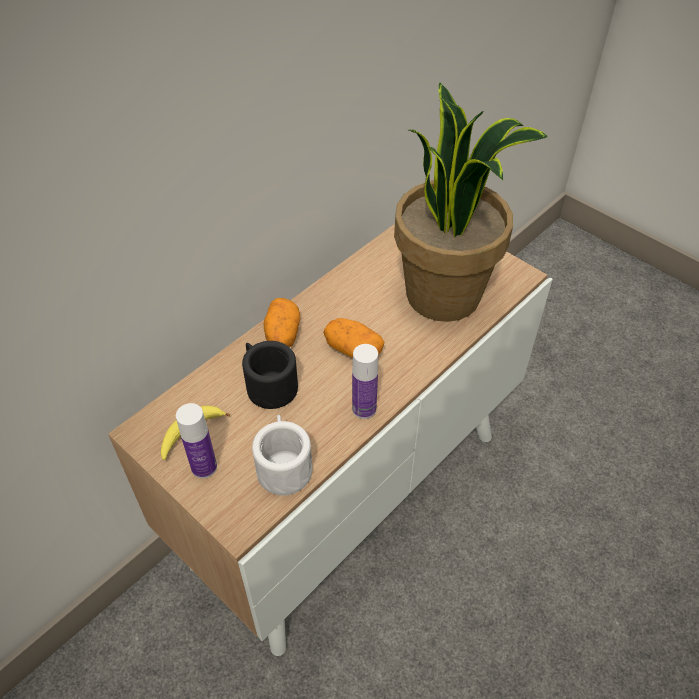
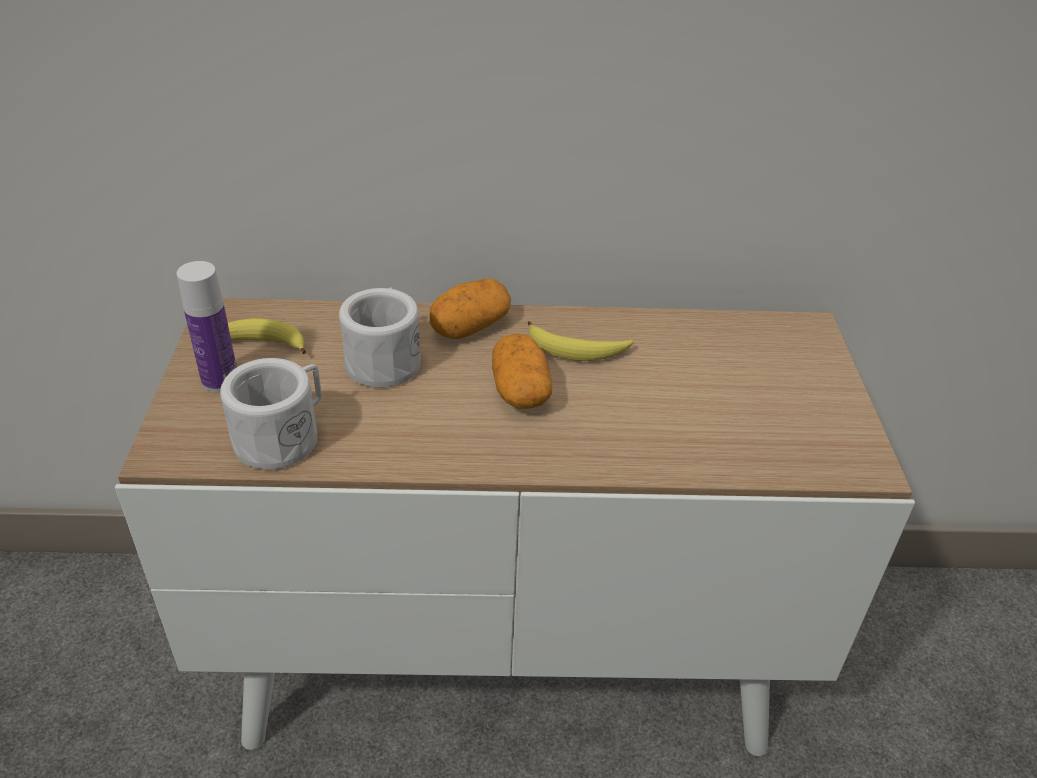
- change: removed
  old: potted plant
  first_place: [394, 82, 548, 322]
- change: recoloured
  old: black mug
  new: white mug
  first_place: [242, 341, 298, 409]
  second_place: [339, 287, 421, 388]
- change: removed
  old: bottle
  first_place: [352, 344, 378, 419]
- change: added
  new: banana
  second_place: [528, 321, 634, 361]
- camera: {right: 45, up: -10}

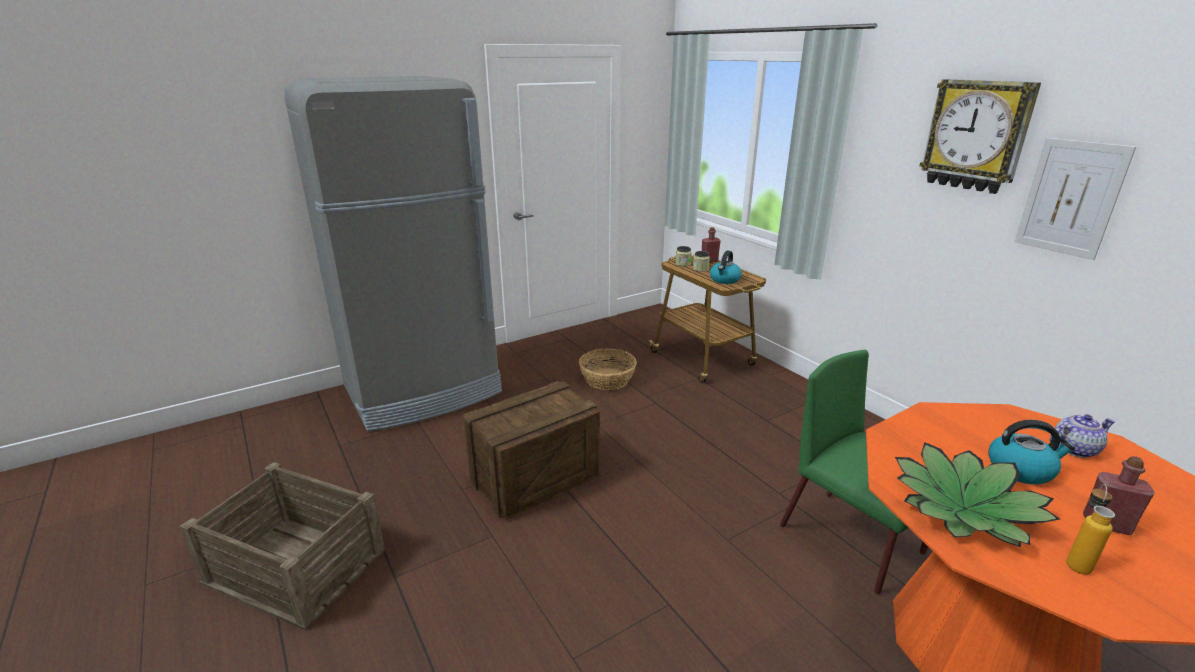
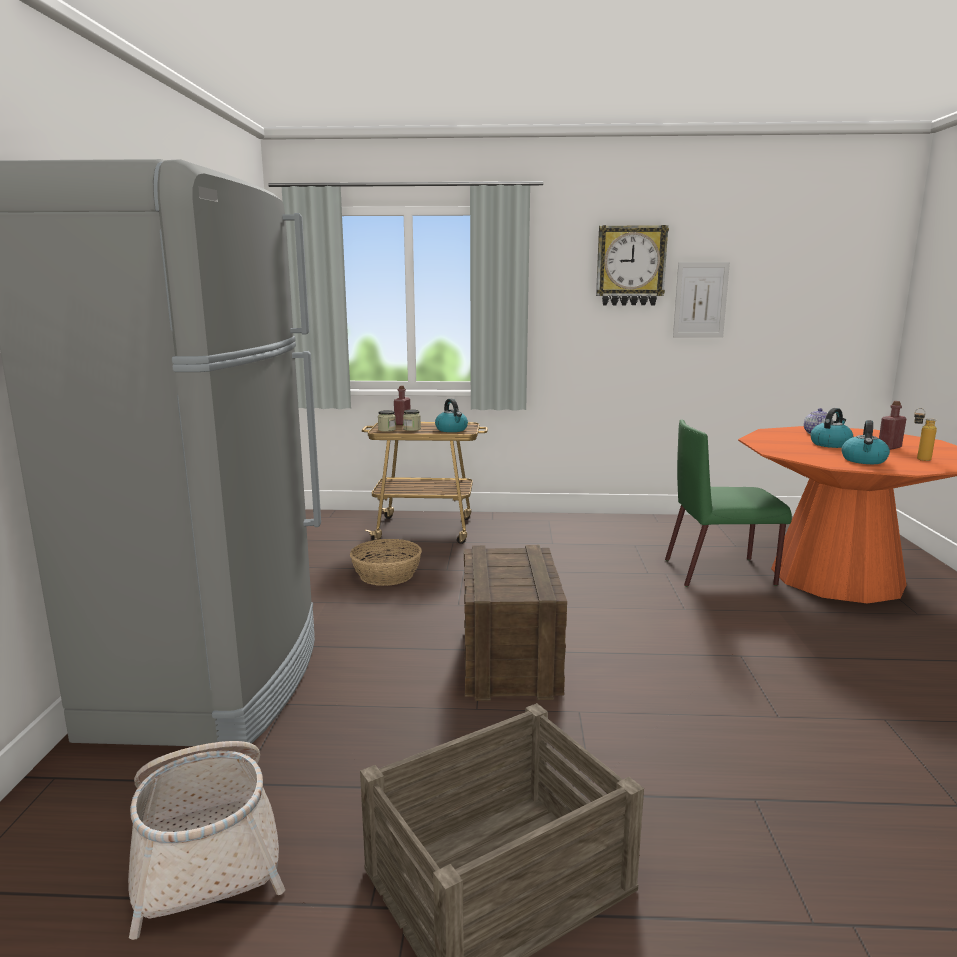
- change: replaced
  old: potted plant
  new: kettle
  first_place: [895, 442, 1060, 547]
  second_place: [841, 420, 890, 464]
- change: added
  new: basket
  second_place: [128, 741, 285, 940]
- camera: {right: -55, up: -10}

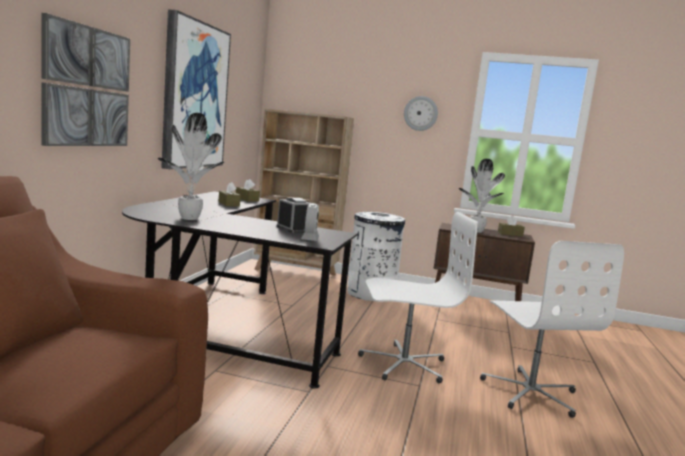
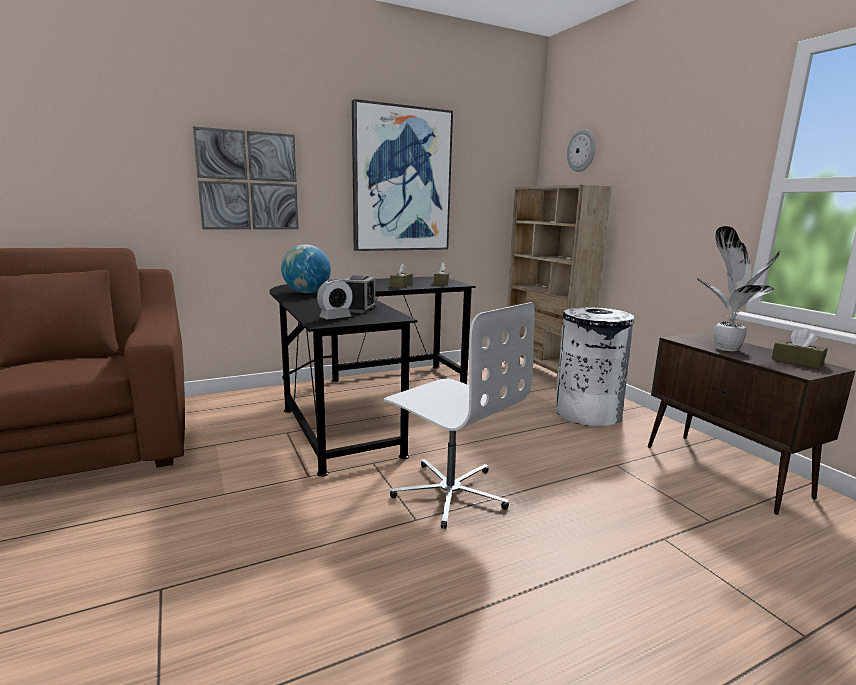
- change: moved
  old: wall clock
  first_place: [404, 96, 438, 131]
  second_place: [567, 129, 596, 172]
- change: replaced
  old: potted plant
  new: globe
  first_place: [158, 113, 224, 220]
  second_place: [281, 244, 331, 293]
- change: removed
  old: white office chair
  first_place: [480, 241, 624, 418]
- camera: {right: 50, up: 5}

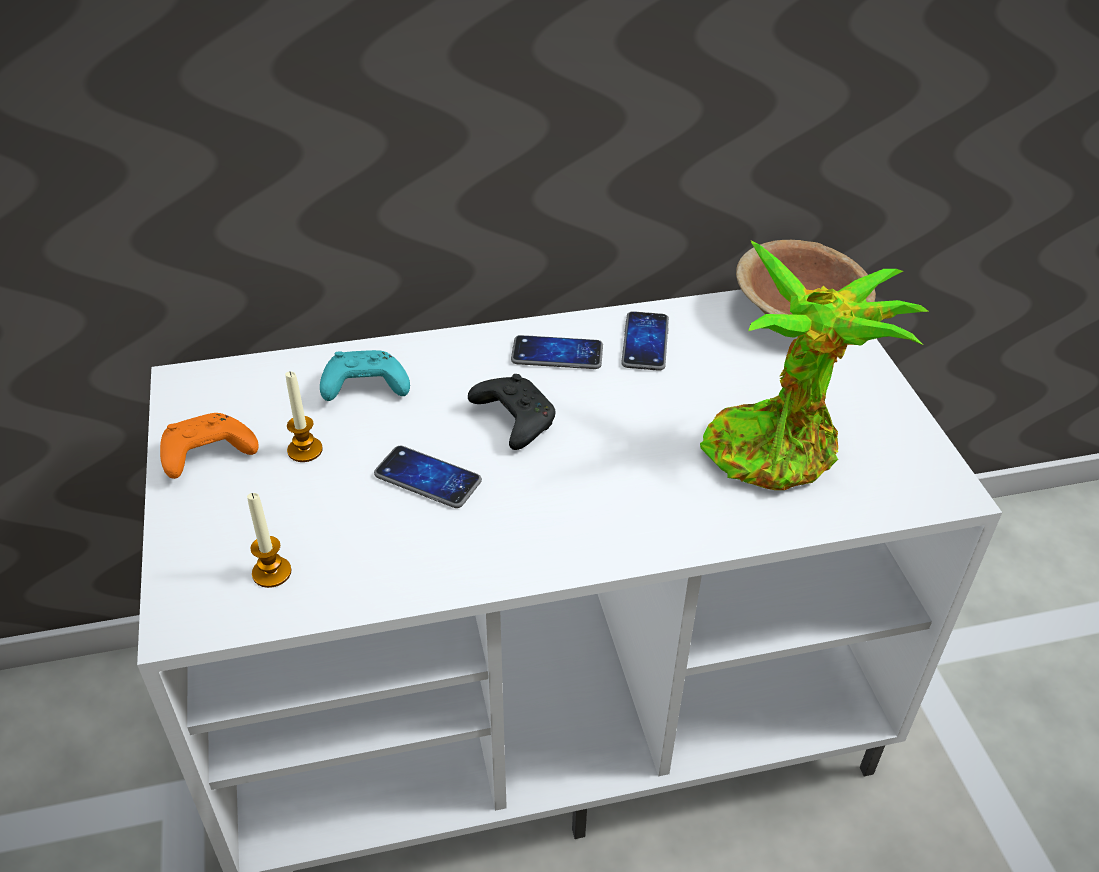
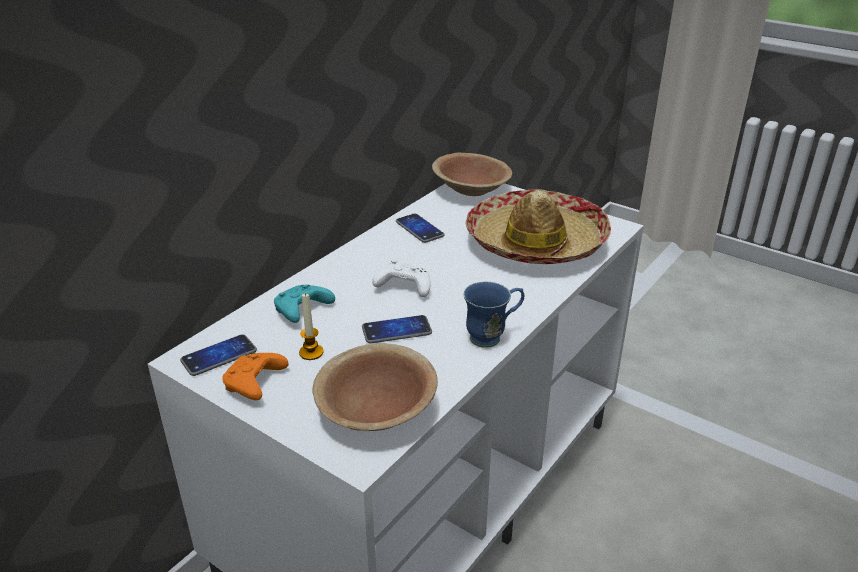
- change: replaced
  old: potted plant
  new: hat
  first_place: [700, 240, 929, 490]
  second_place: [466, 189, 611, 264]
- change: moved
  old: phone
  first_place: [511, 335, 603, 369]
  second_place: [180, 334, 257, 376]
- change: recoloured
  old: black game controller
  new: white game controller
  first_place: [468, 374, 555, 450]
  second_place: [372, 260, 431, 297]
- change: replaced
  old: candle
  new: brown bowl
  first_place: [247, 493, 292, 588]
  second_place: [313, 343, 438, 431]
- change: added
  new: blue mug
  second_place: [463, 281, 524, 348]
- camera: {right: -40, up: -10}

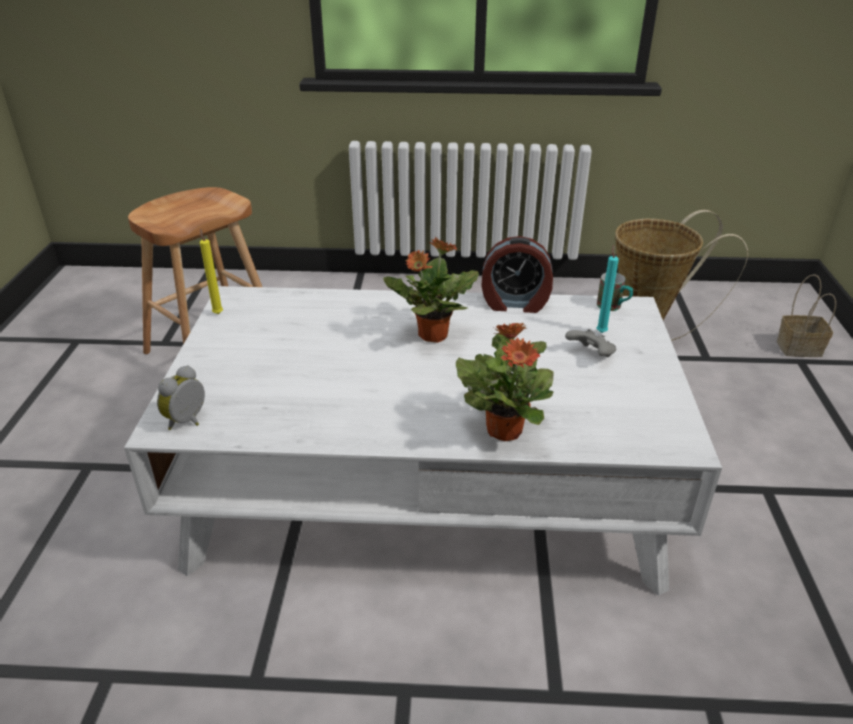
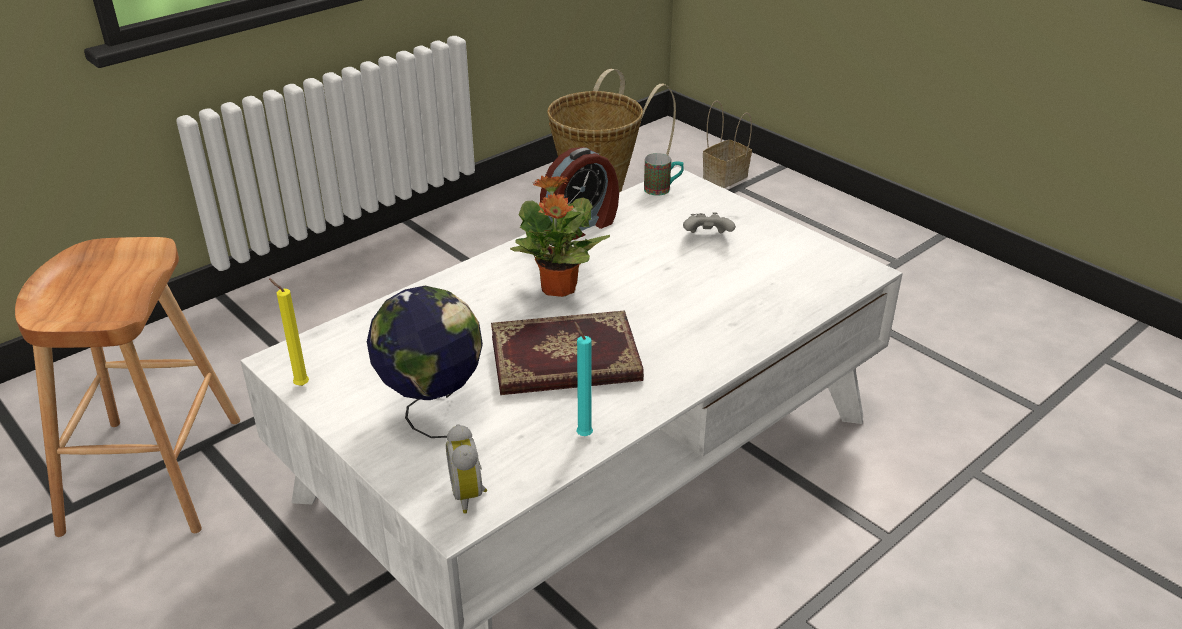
- change: moved
  old: turquoise candle
  first_place: [597, 245, 619, 333]
  second_place: [574, 321, 593, 436]
- change: removed
  old: potted plant
  first_place: [456, 323, 554, 441]
- change: added
  new: globe
  second_place: [367, 286, 483, 438]
- change: added
  new: book
  second_place: [491, 310, 644, 395]
- camera: {right: -45, up: 0}

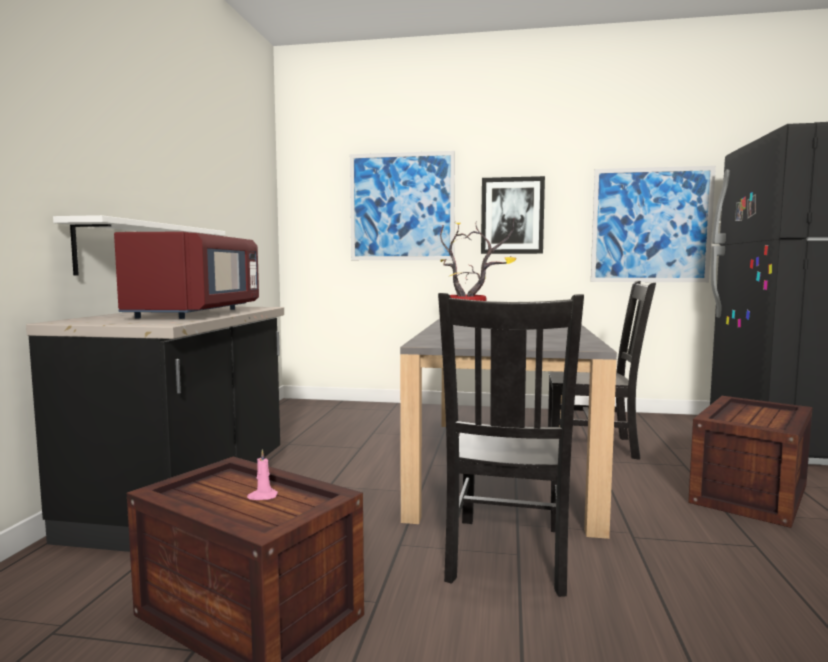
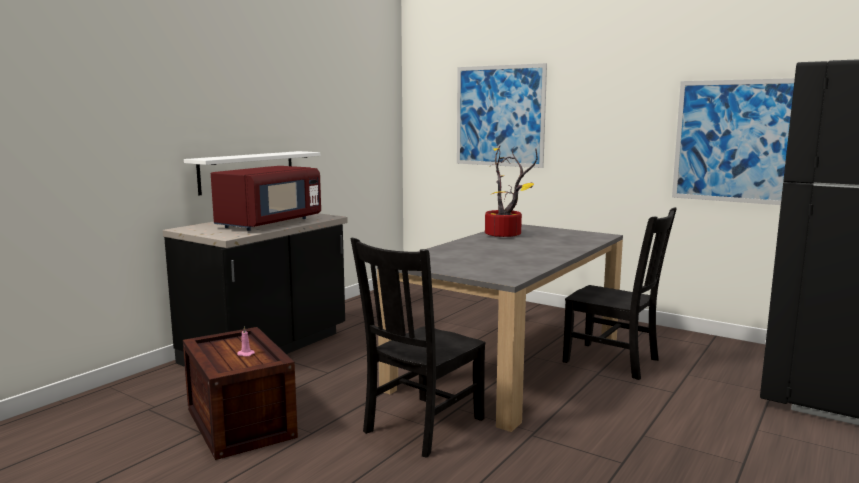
- change: removed
  old: picture
  first_place: [481, 176, 545, 254]
- change: removed
  old: crate
  first_place: [688, 396, 813, 528]
- camera: {right: 25, up: 5}

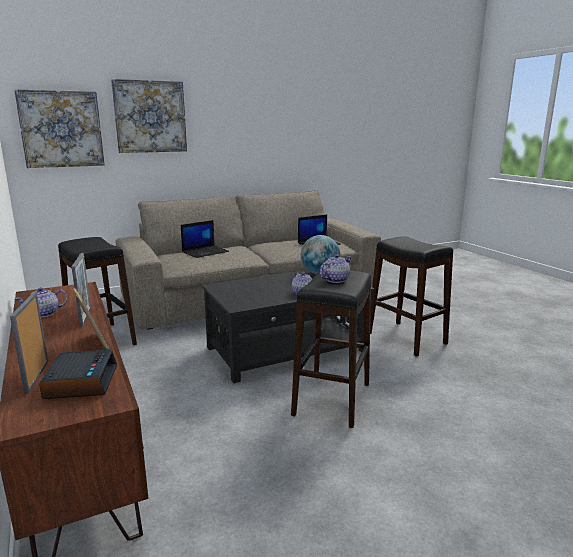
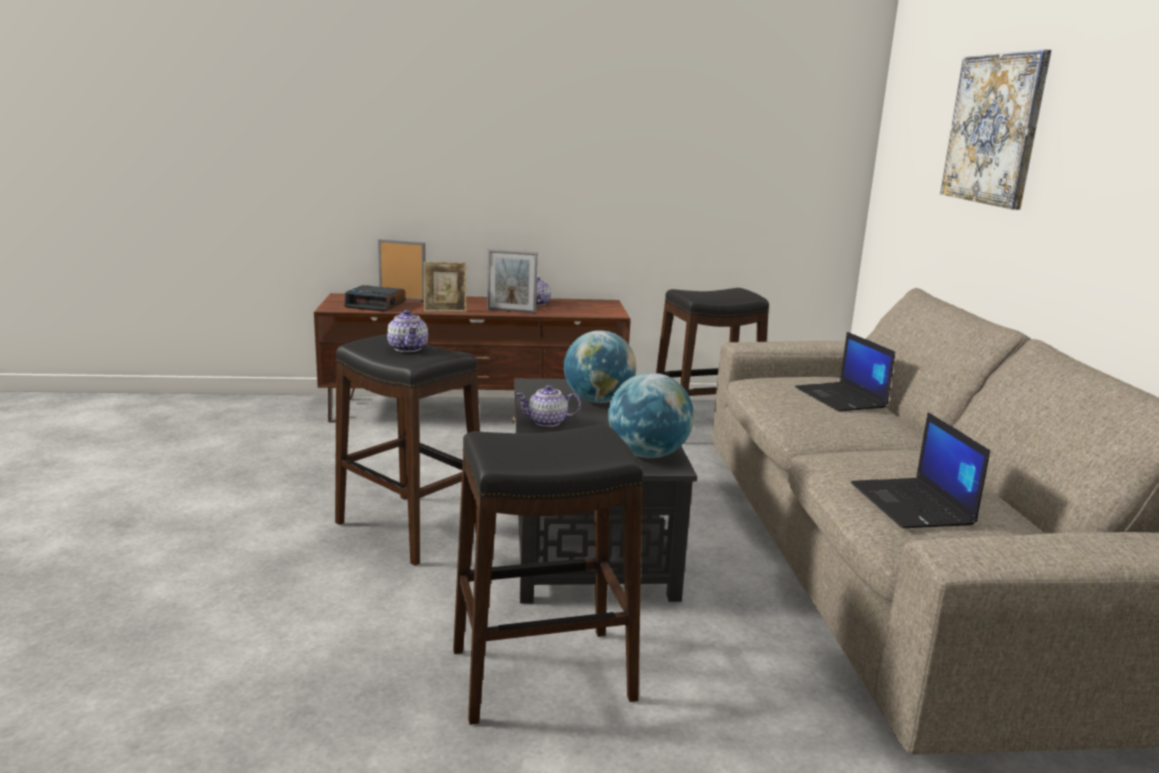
- change: removed
  old: picture
  first_place: [14, 89, 105, 168]
- change: added
  new: globe
  second_place: [564, 330, 636, 403]
- camera: {right: 110, up: 0}

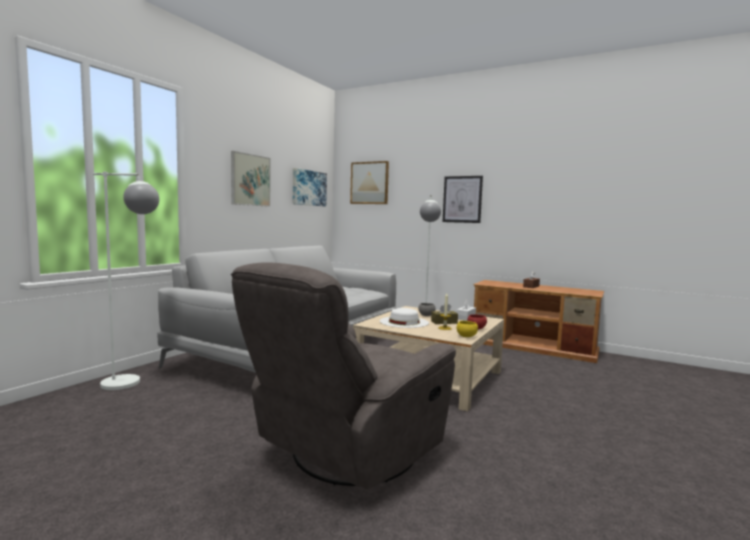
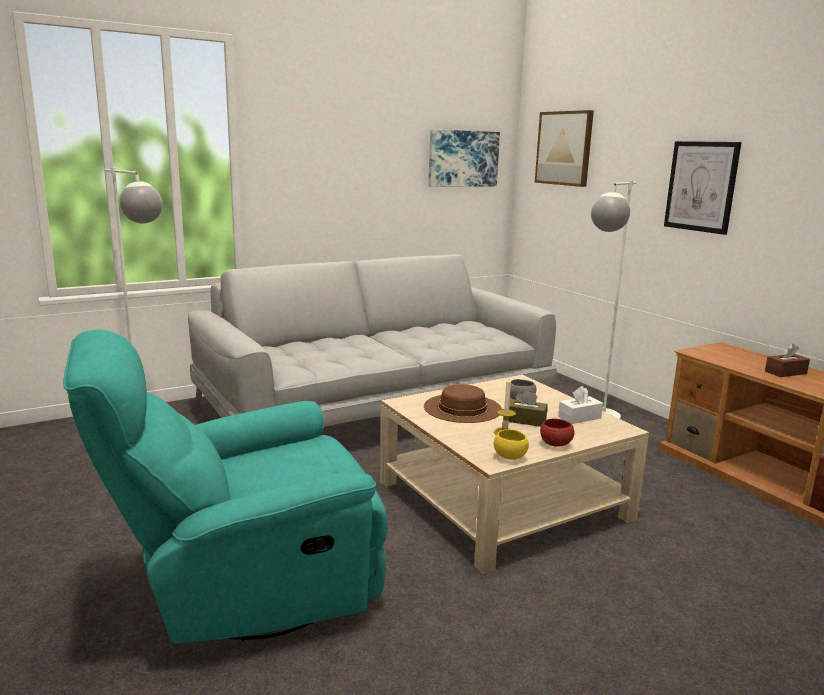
- change: removed
  old: picture
  first_place: [231, 151, 270, 207]
- change: recoloured
  old: grey armchair
  new: turquoise armchair
  first_place: [231, 262, 456, 489]
  second_place: [63, 330, 388, 643]
- change: recoloured
  old: white hat
  new: brown hat
  first_place: [380, 308, 429, 328]
  second_place: [424, 384, 502, 423]
- camera: {right: 30, up: 10}

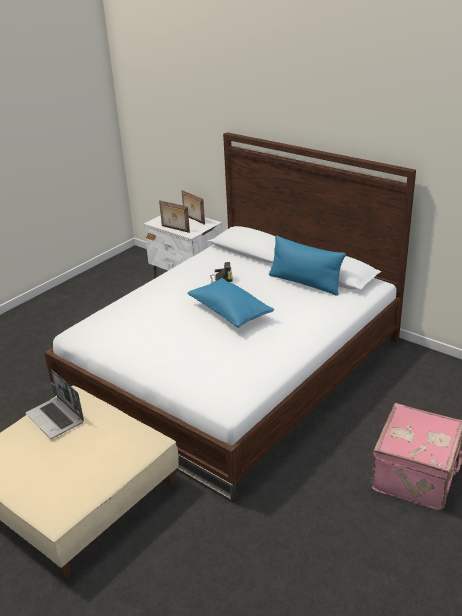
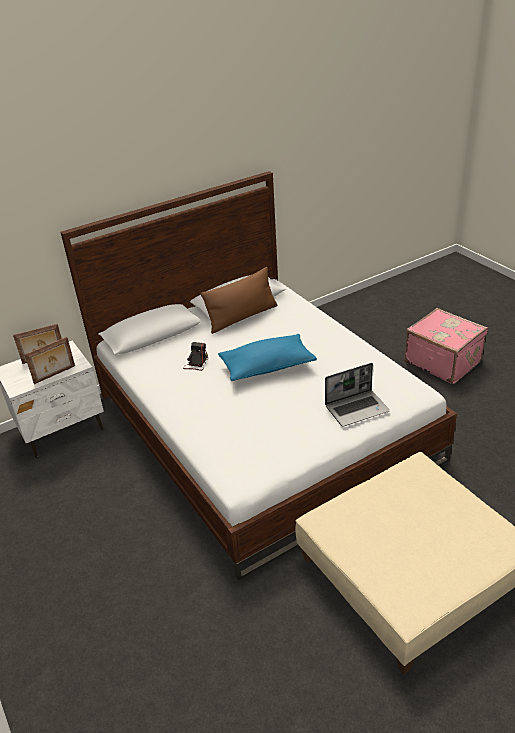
- change: recoloured
  old: blue pillow
  new: brown pillow
  first_place: [269, 235, 346, 295]
  second_place: [201, 267, 277, 334]
- change: moved
  old: laptop
  first_place: [26, 370, 84, 439]
  second_place: [325, 363, 390, 427]
- camera: {right: -70, up: 5}

